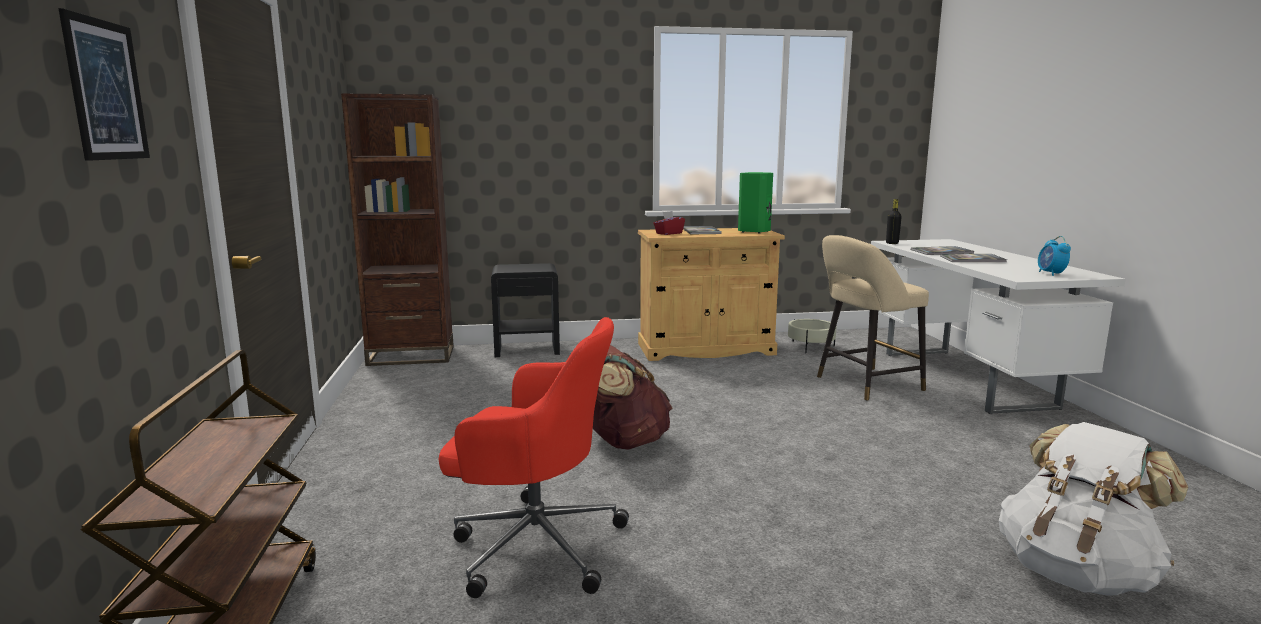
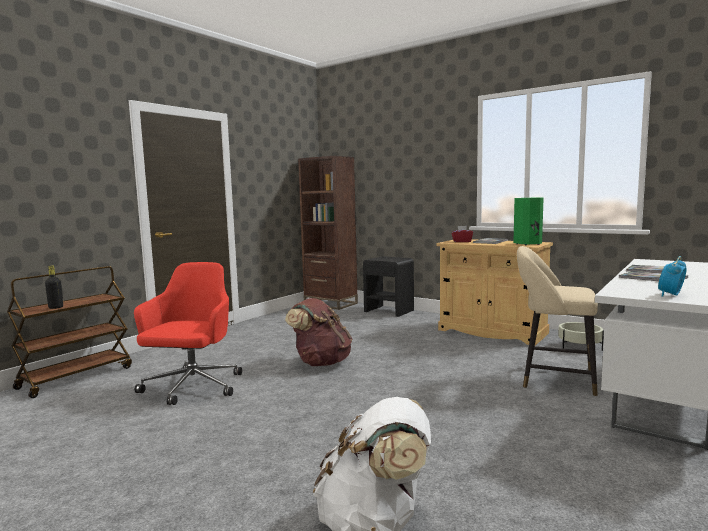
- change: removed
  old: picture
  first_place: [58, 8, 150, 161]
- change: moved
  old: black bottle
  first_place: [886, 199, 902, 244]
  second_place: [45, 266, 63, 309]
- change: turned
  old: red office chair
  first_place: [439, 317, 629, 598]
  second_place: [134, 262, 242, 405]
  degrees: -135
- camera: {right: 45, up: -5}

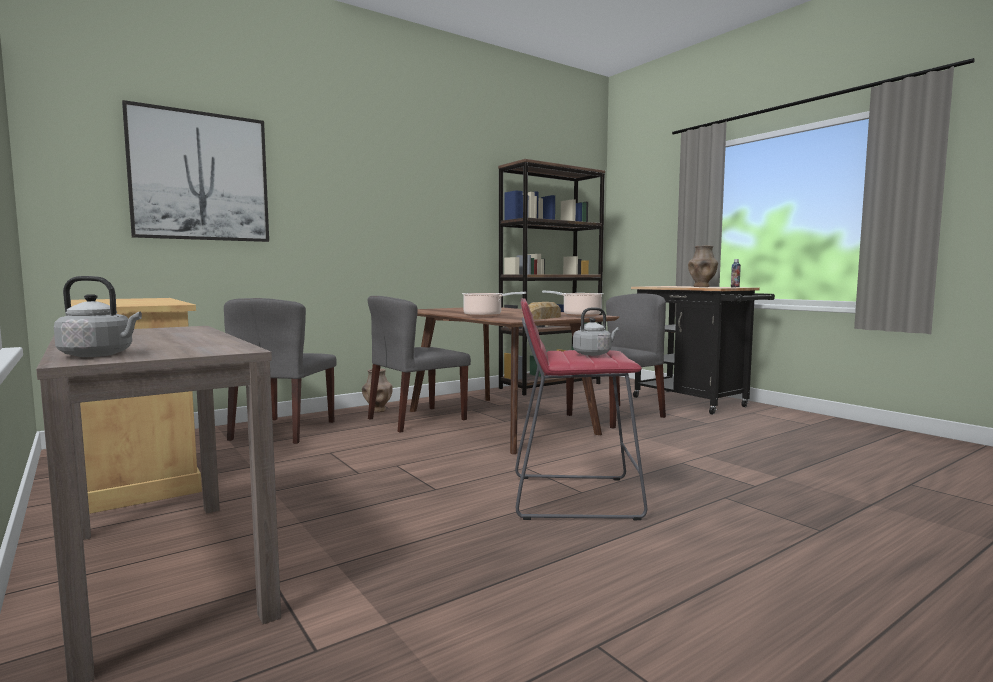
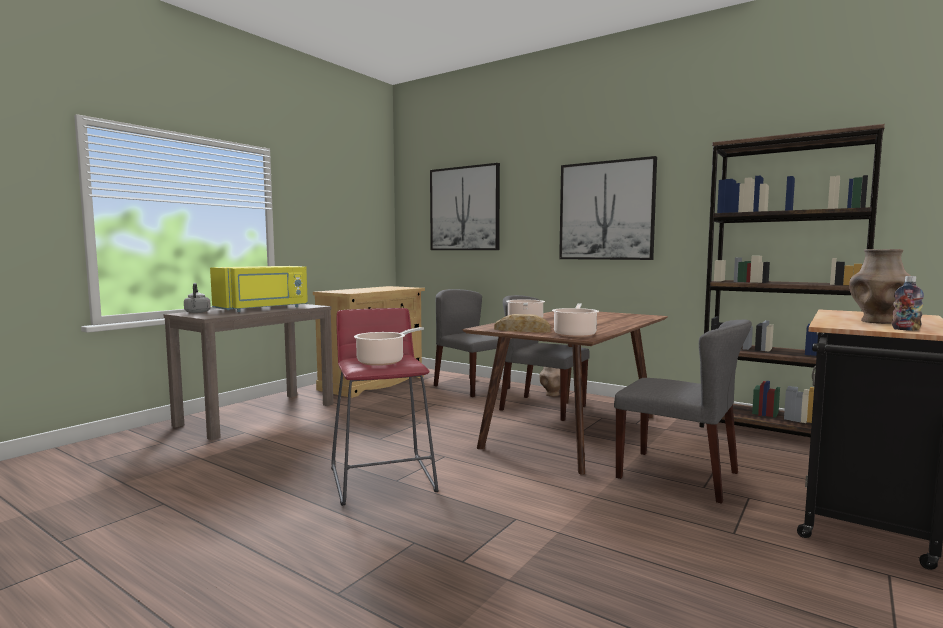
- change: turned
  old: grey chair
  first_place: [224, 298, 337, 444]
  second_place: [434, 289, 511, 397]
  degrees: 60
- change: replaced
  old: grey kettle
  new: cooking pot
  first_place: [573, 307, 619, 356]
  second_place: [354, 327, 424, 366]
- change: added
  new: picture
  second_place: [559, 156, 657, 260]
- change: added
  new: yellow microwave
  second_place: [210, 266, 308, 312]
- camera: {right: 70, up: 0}

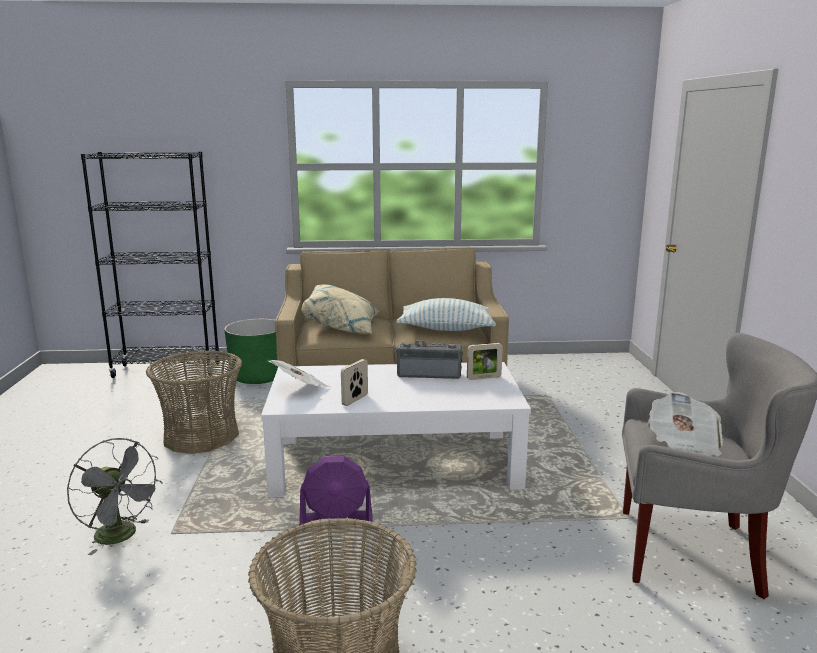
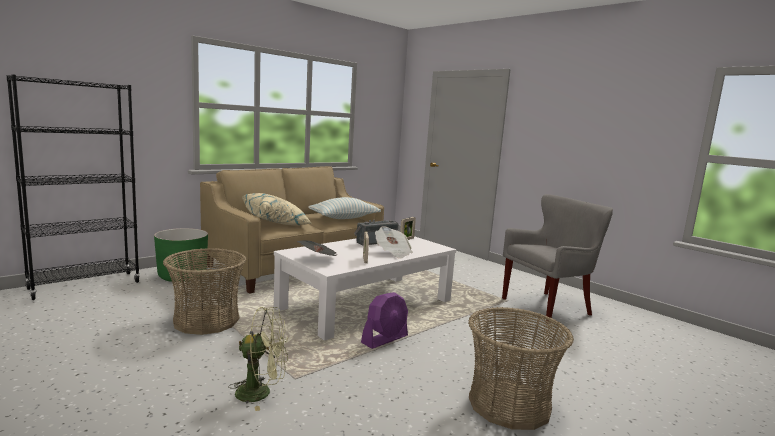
- change: moved
  old: newspaper
  first_place: [648, 392, 723, 456]
  second_place: [375, 226, 413, 259]
- change: recoloured
  old: grey fan
  new: green fan
  first_place: [67, 438, 163, 555]
  second_place: [228, 307, 288, 411]
- camera: {right: -40, up: -5}

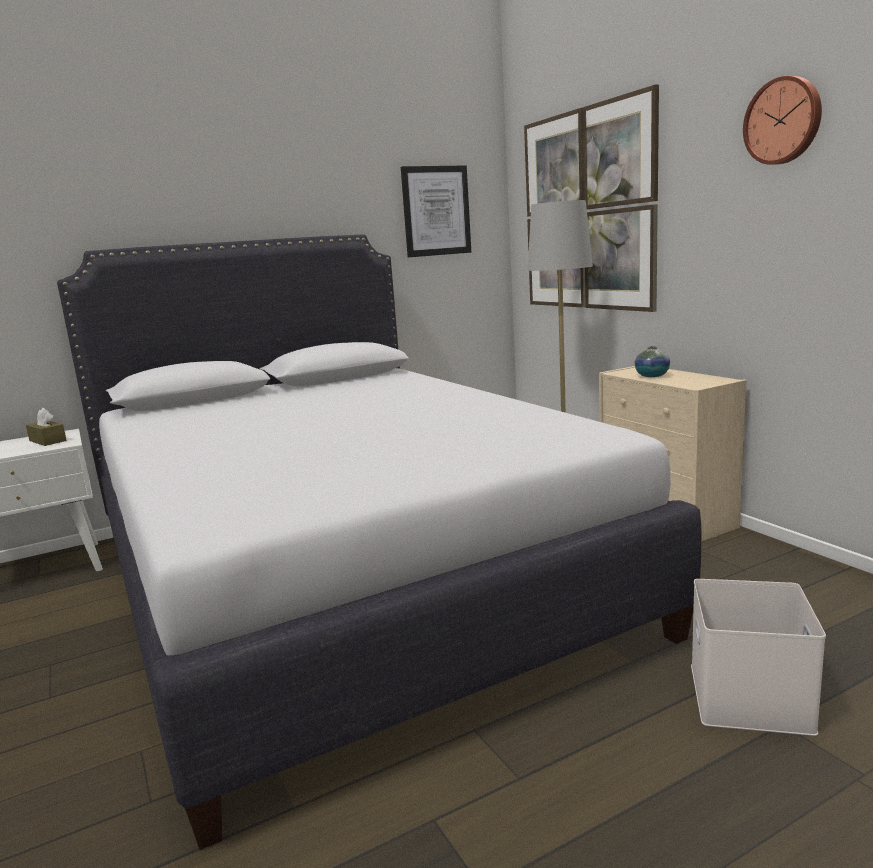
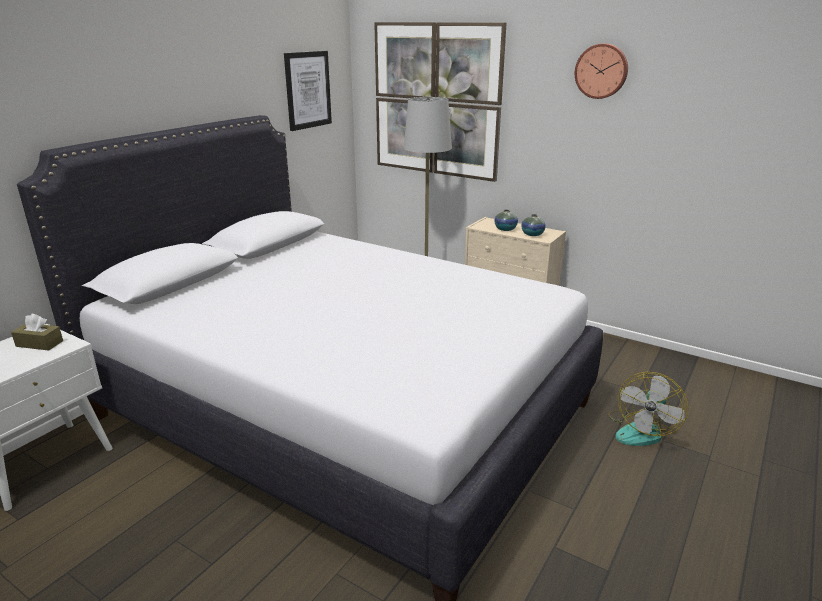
- change: replaced
  old: white storage box
  new: fan
  first_place: [691, 579, 826, 736]
  second_place: [608, 372, 688, 446]
- change: added
  new: vase
  second_place: [521, 214, 546, 236]
- camera: {right: -30, up: 10}

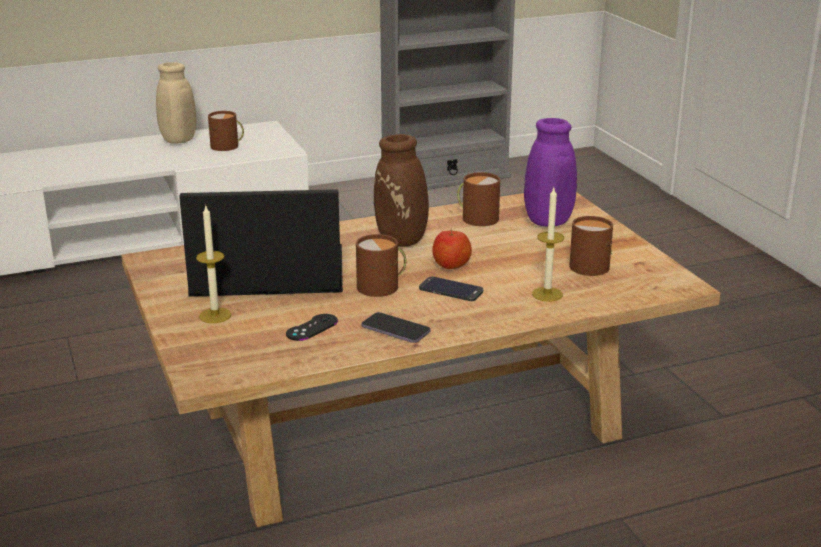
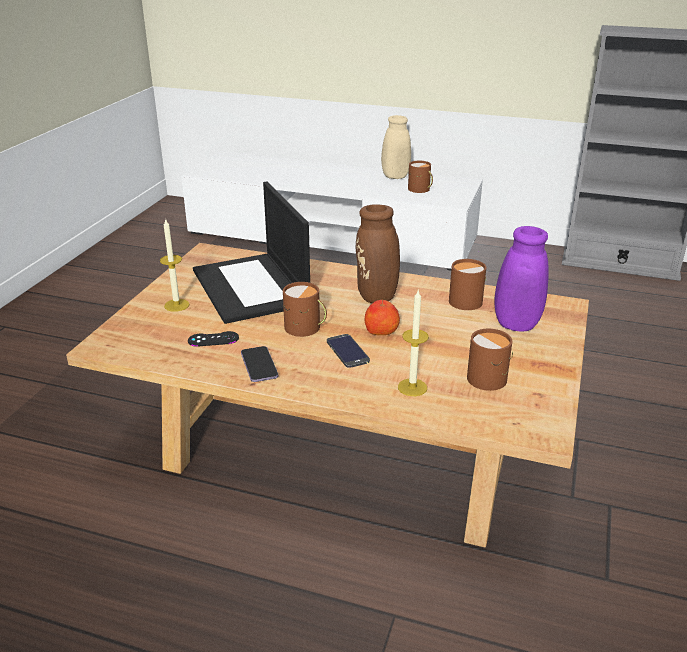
- change: turned
  old: laptop
  first_place: [179, 189, 343, 297]
  second_place: [193, 182, 310, 324]
  degrees: -150
- camera: {right: 40, up: 5}

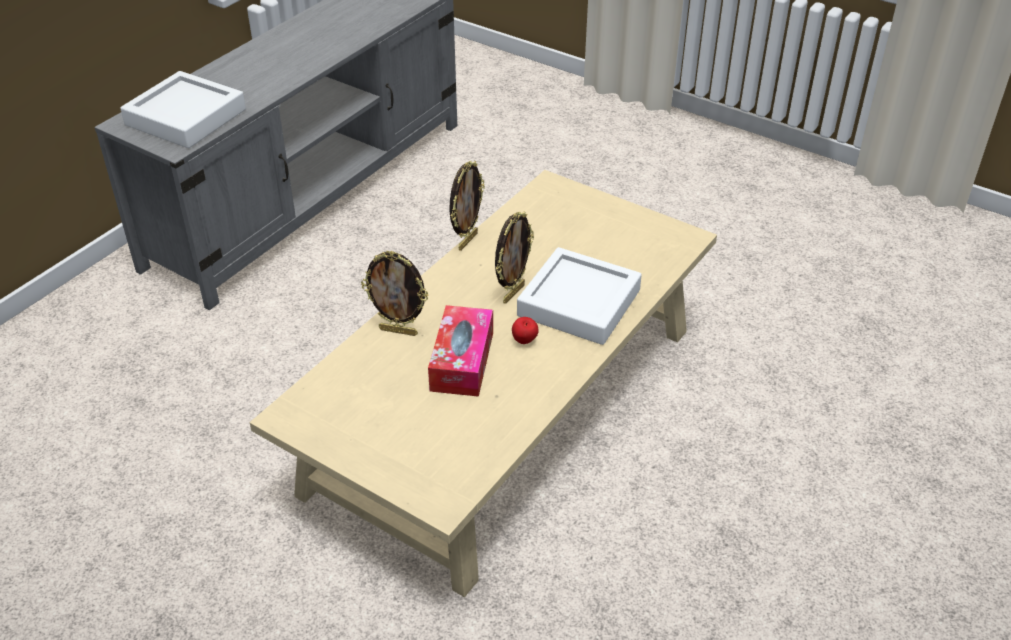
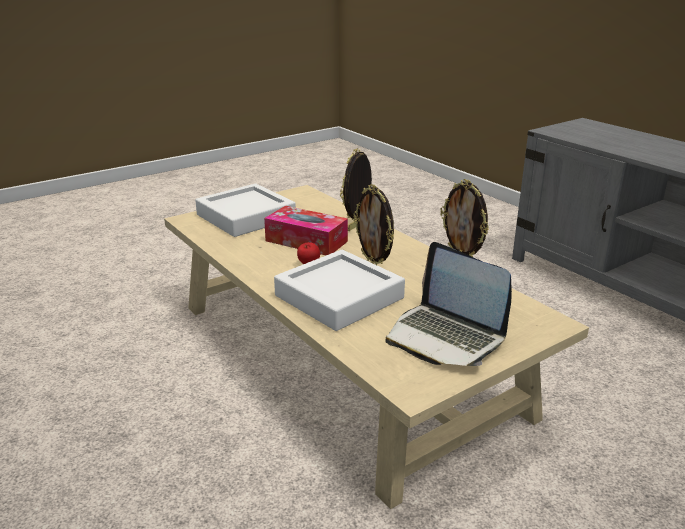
- change: moved
  old: white tray
  first_place: [120, 71, 246, 148]
  second_place: [195, 184, 296, 237]
- change: added
  new: laptop
  second_place: [385, 242, 512, 366]
- camera: {right: 110, up: -15}

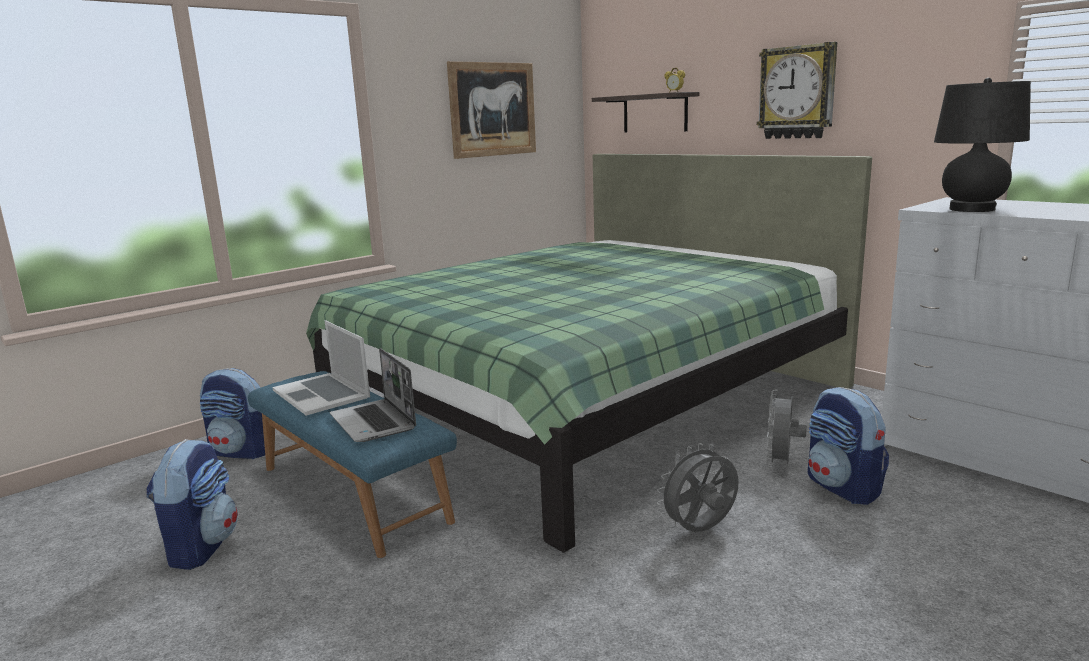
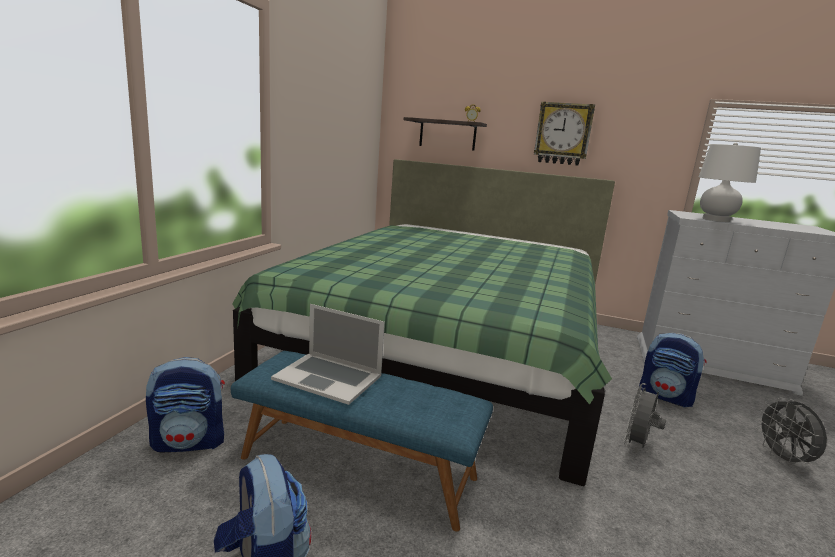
- change: removed
  old: picture
  first_place: [447, 61, 536, 159]
- change: recoloured
  old: black table lamp
  new: white table lamp
  first_place: [934, 78, 1031, 212]
  second_place: [699, 143, 761, 222]
- change: removed
  old: laptop
  first_place: [330, 348, 416, 442]
- change: moved
  old: grey fan
  first_place: [766, 390, 807, 467]
  second_place: [756, 397, 827, 466]
- camera: {right: -30, up: 0}

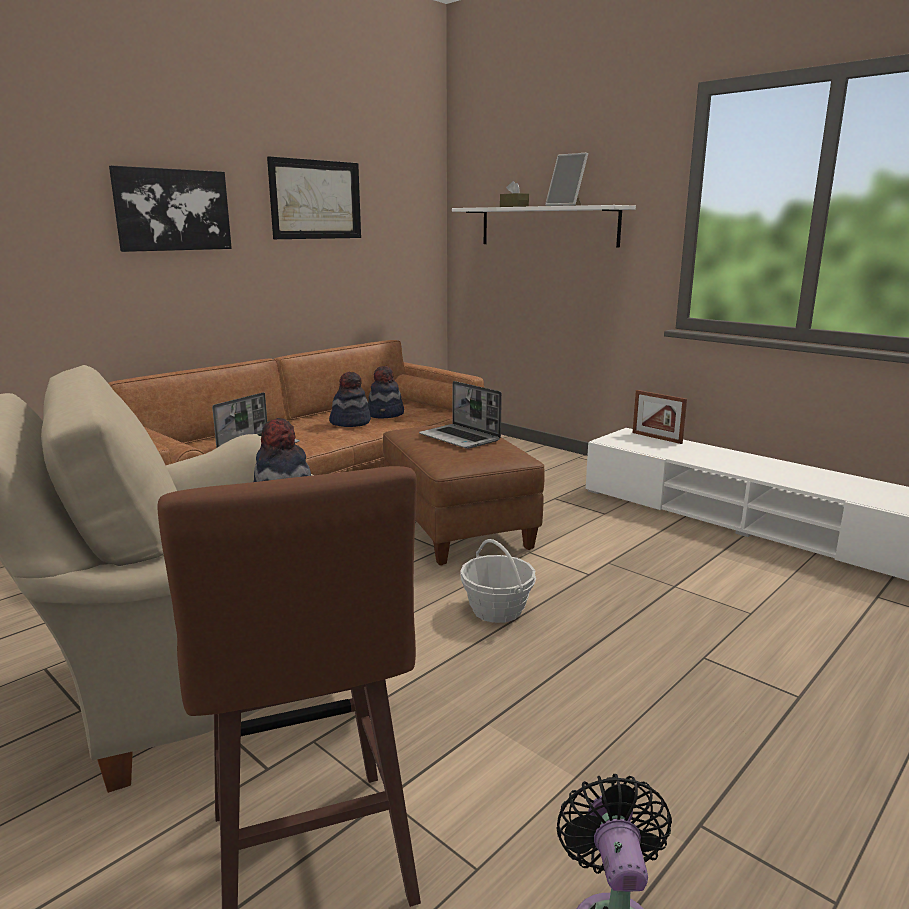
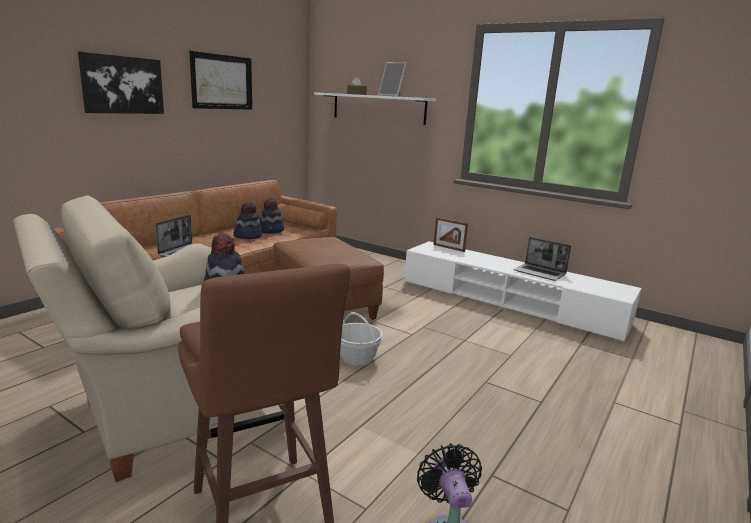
- change: moved
  old: laptop
  first_place: [419, 381, 502, 449]
  second_place: [514, 237, 571, 281]
- camera: {right: -10, up: 0}

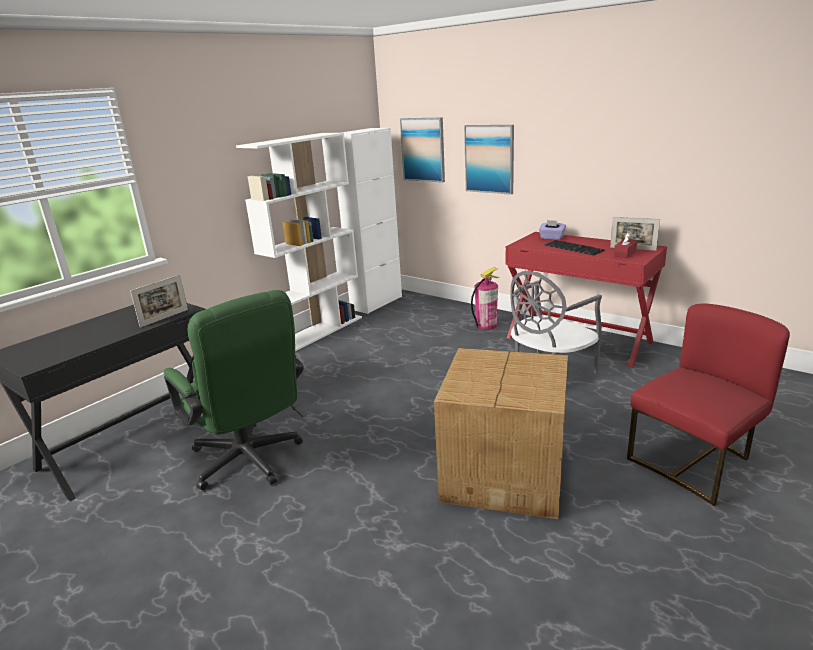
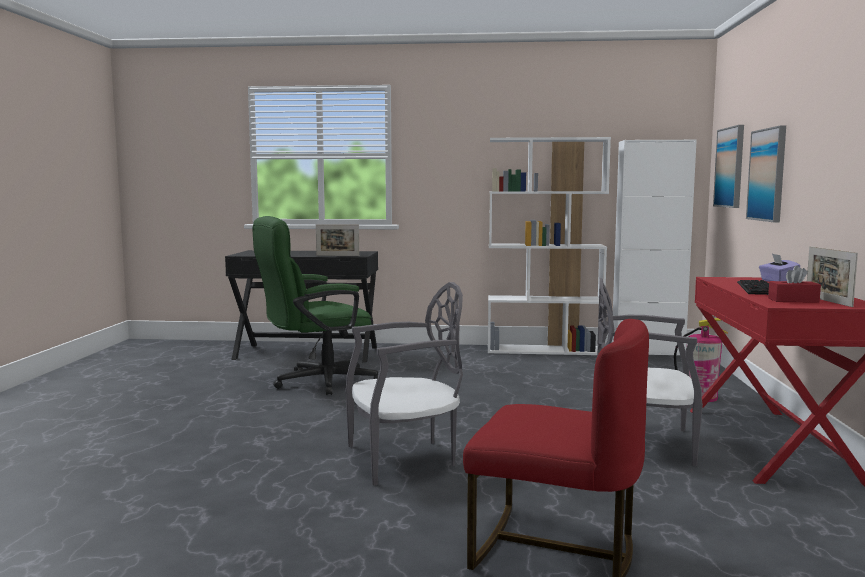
- change: turned
  old: green office chair
  first_place: [164, 290, 304, 490]
  second_place: [253, 216, 378, 395]
  degrees: 45
- change: replaced
  old: cardboard box
  new: grey chair
  first_place: [434, 348, 568, 519]
  second_place: [345, 282, 463, 486]
- camera: {right: 55, up: -15}

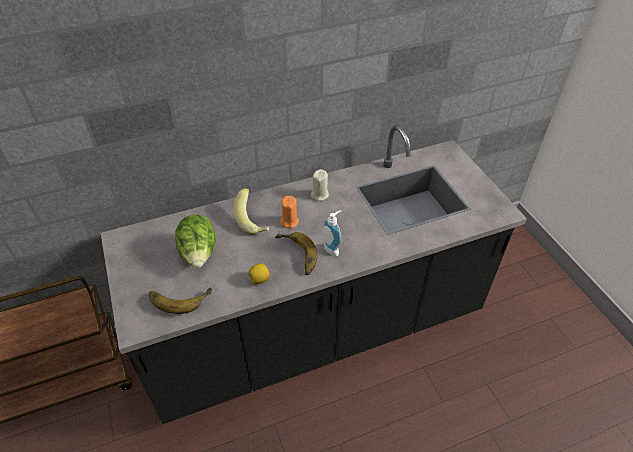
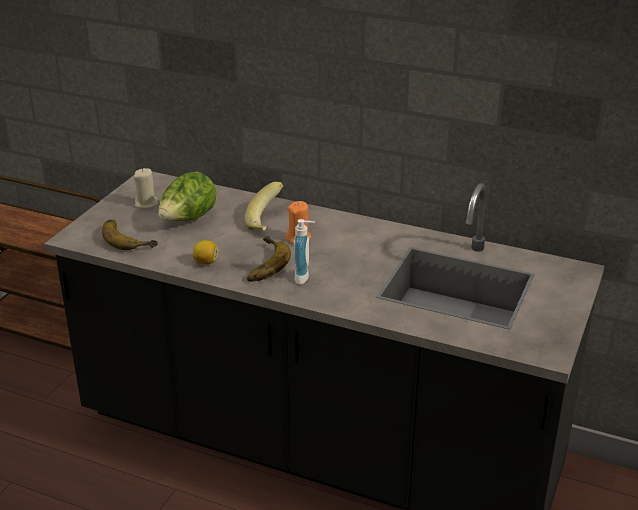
- change: moved
  old: beige candle
  first_place: [311, 169, 329, 201]
  second_place: [134, 168, 158, 208]
- camera: {right: 45, up: -15}

